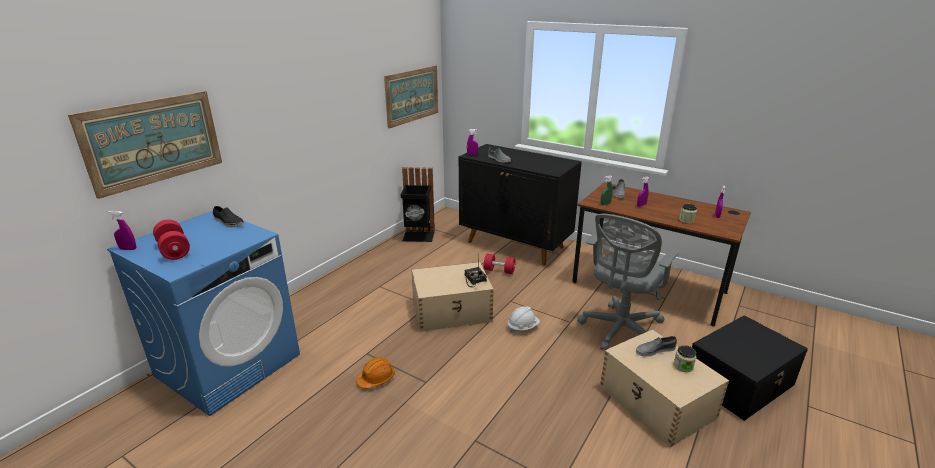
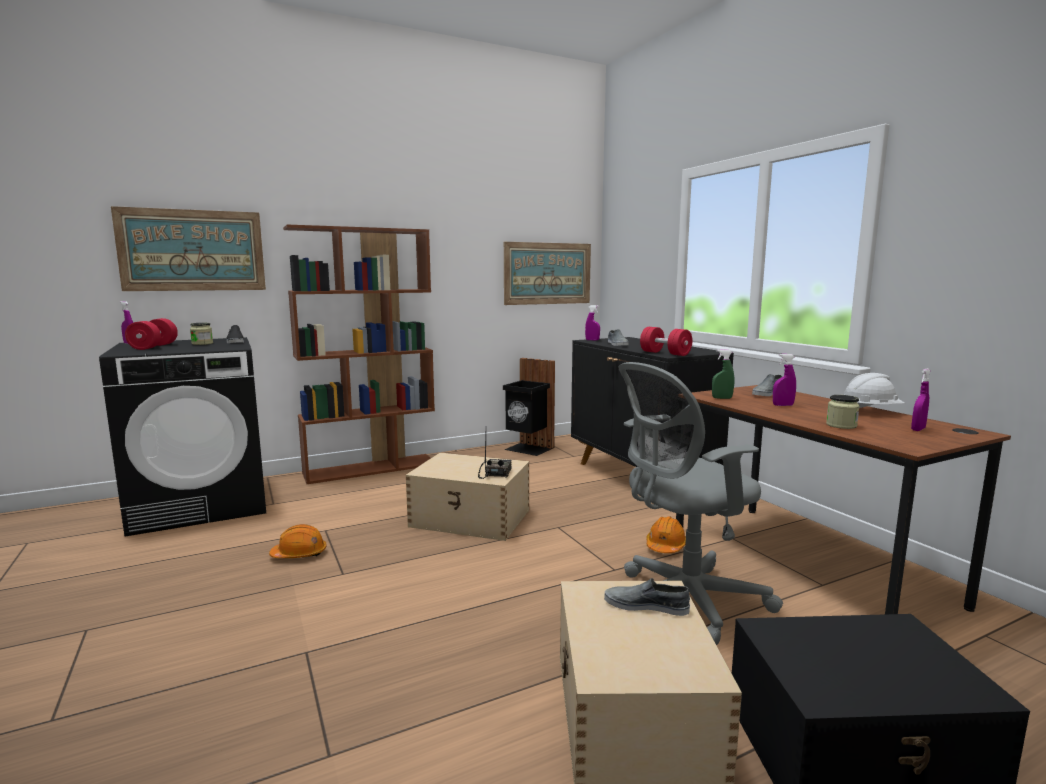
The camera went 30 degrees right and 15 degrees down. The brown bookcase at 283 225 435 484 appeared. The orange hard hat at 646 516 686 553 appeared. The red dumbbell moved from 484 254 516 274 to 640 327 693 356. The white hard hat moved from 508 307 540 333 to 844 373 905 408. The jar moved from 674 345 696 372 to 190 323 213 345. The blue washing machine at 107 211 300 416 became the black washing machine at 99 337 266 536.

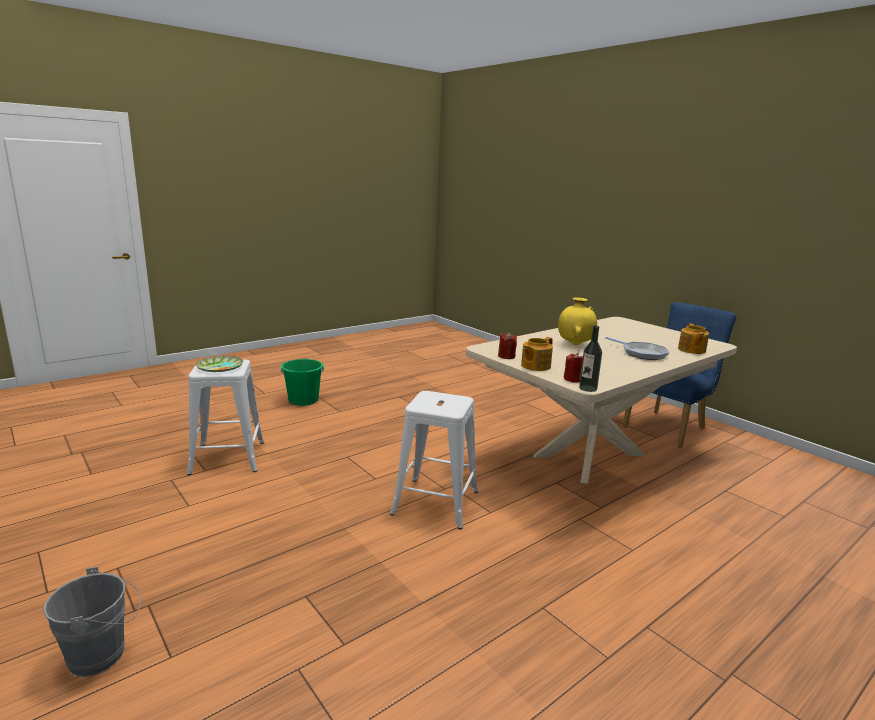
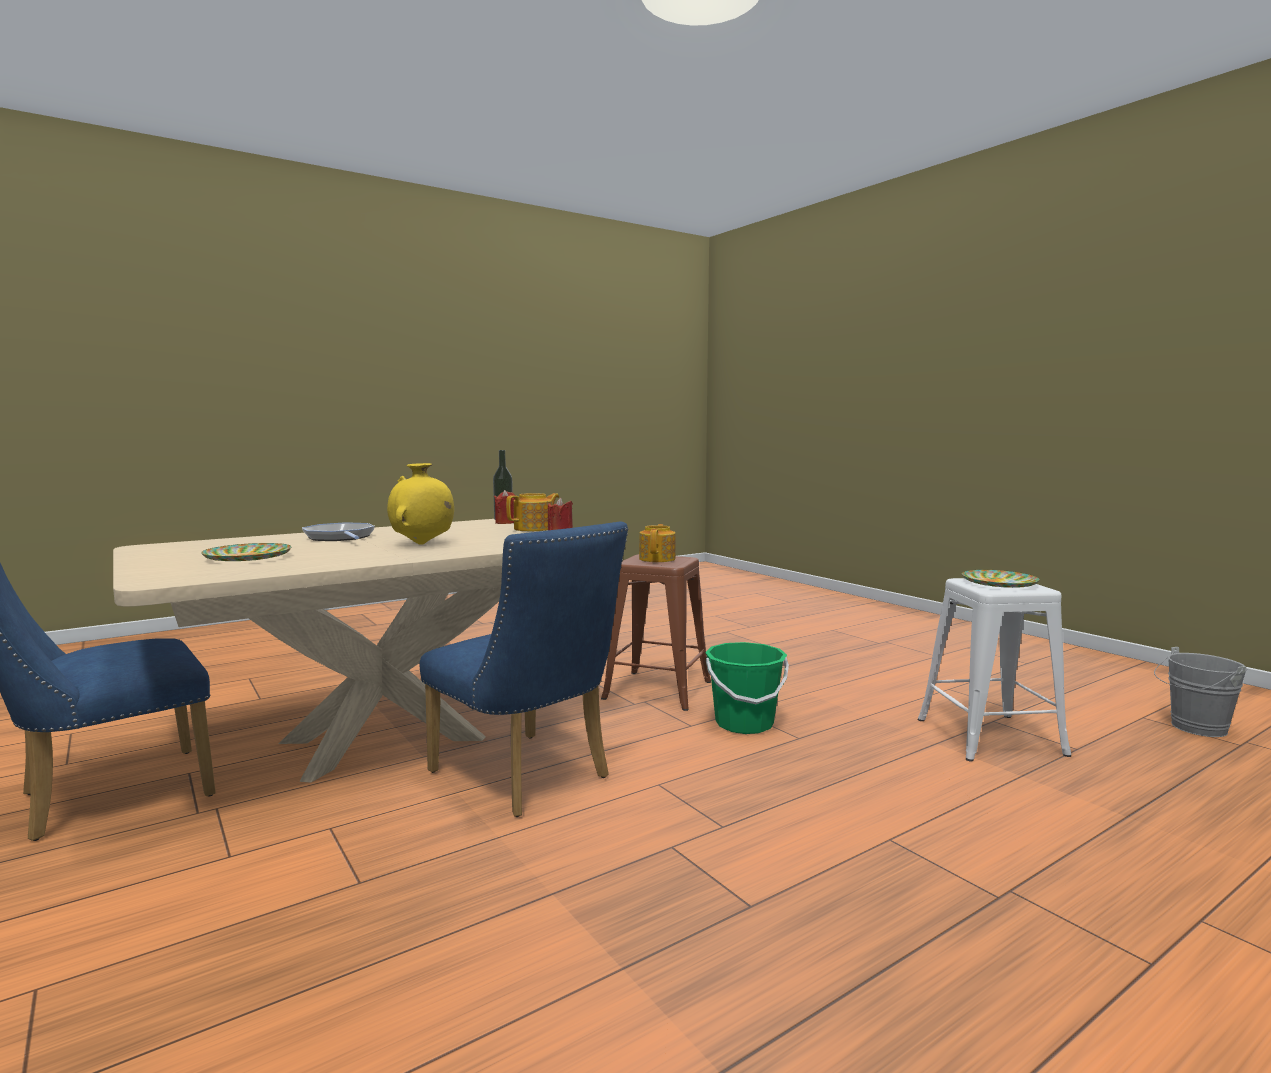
The camera went 175 degrees left and 10 degrees down. The plate at 201 543 291 561 appeared. The blue chair at 419 521 628 817 appeared. The grey bucket moved from 43 567 141 677 to 1154 647 1247 737. The green bucket moved from 280 359 324 406 to 705 642 789 734. The teapot moved from 678 323 709 354 to 639 524 675 562. The white stool at 390 391 478 529 became the brown stool at 601 554 711 711.

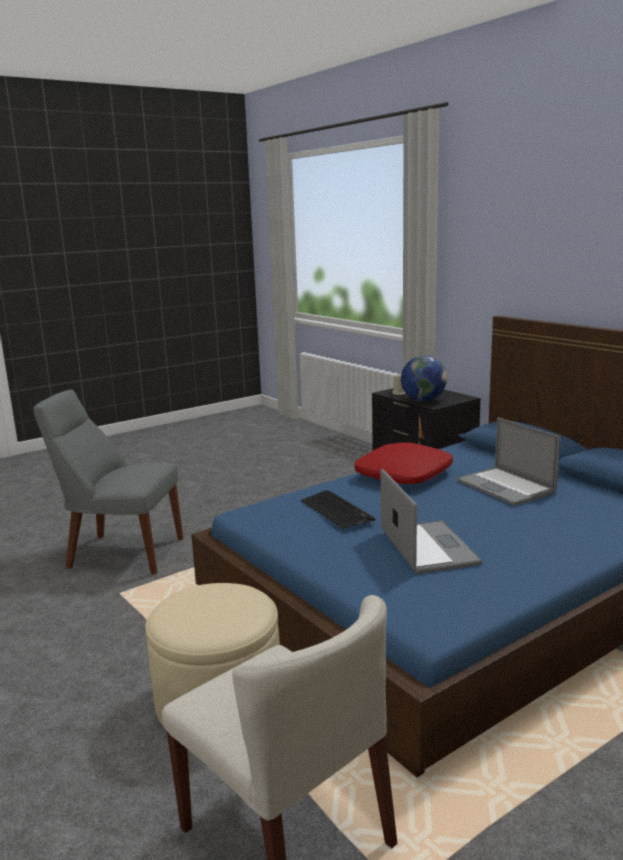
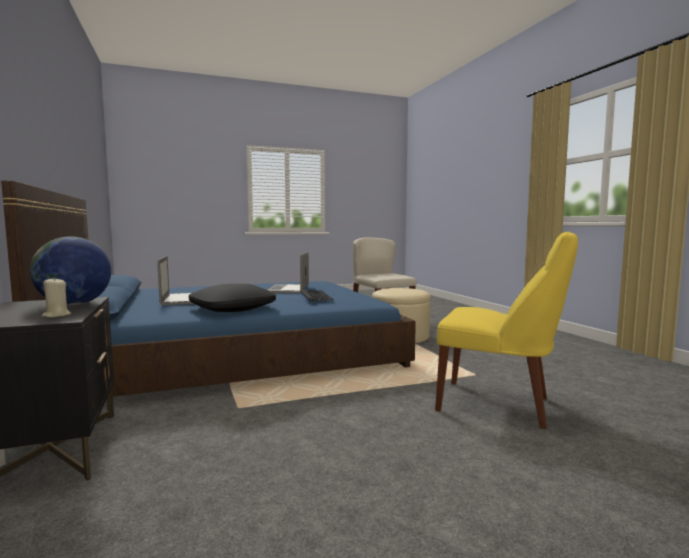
The camera went 165 degrees left and 10 degrees down. The grey chair at 33 389 183 575 became the yellow chair at 435 232 578 429. The red pillow at 355 442 453 484 became the black pillow at 189 284 276 312.

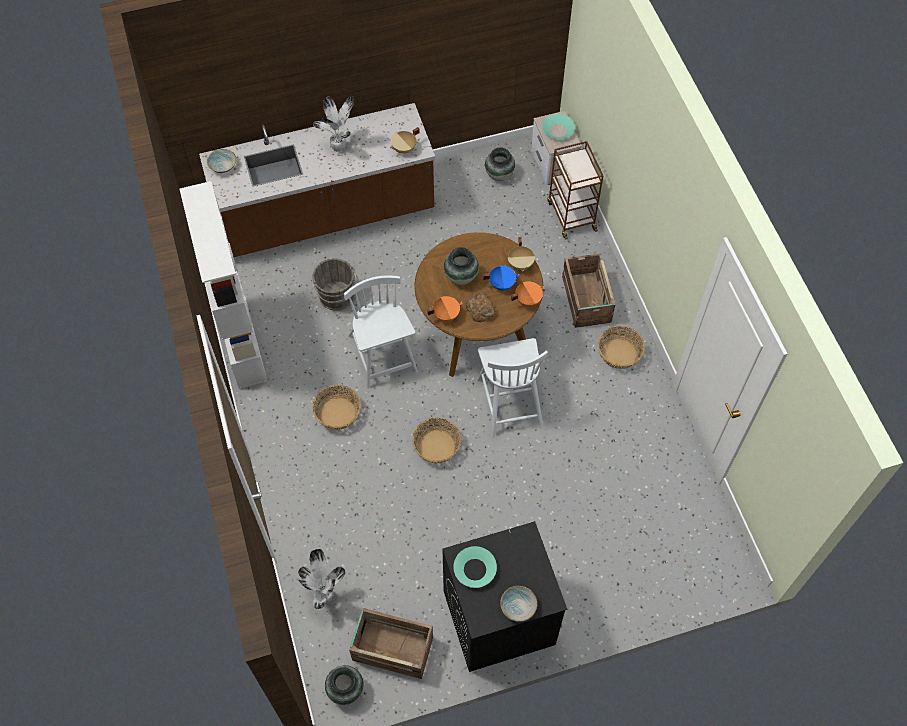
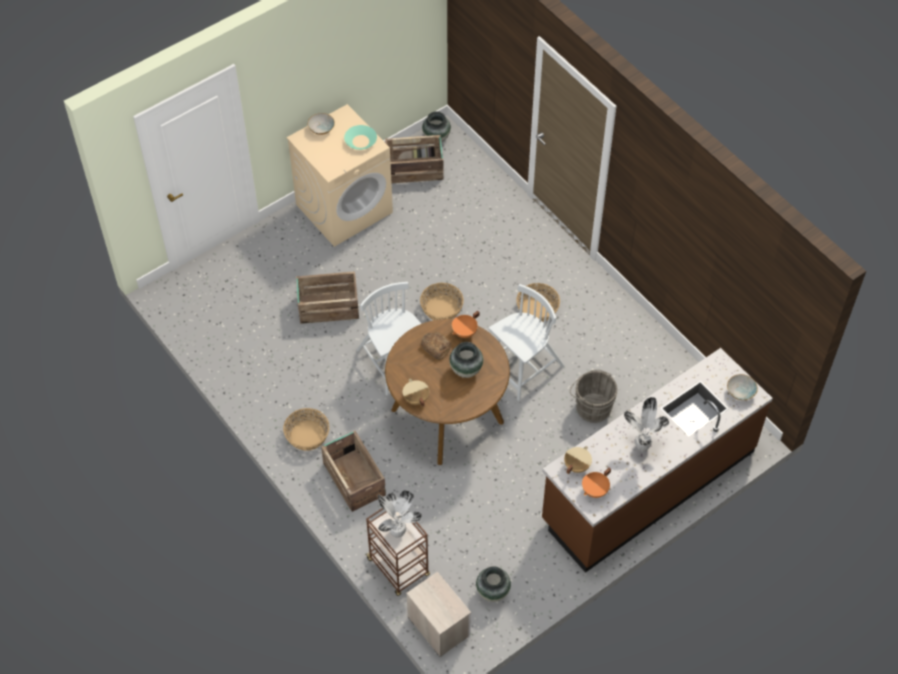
The camera went 160 degrees right and 5 degrees down. The white bookcase at 179 181 267 389 disappeared. The blue cooking pot at 483 265 520 291 disappeared. The turquoise bowl at 542 114 575 139 disappeared. The crate at 296 271 359 324 appeared. The potted plant moved from 298 549 346 609 to 378 490 422 538. The orange cooking pot moved from 511 281 545 307 to 582 468 611 498. The black washing machine at 443 521 567 672 became the beige washing machine at 286 104 393 247. The white chair at 344 276 418 389 turned 90 degrees counterclockwise.

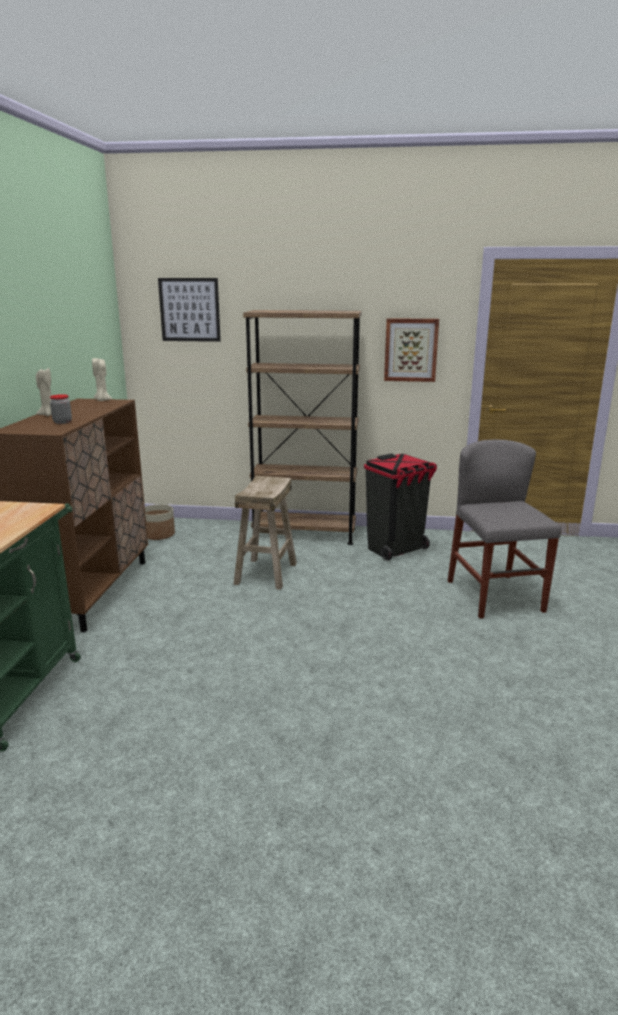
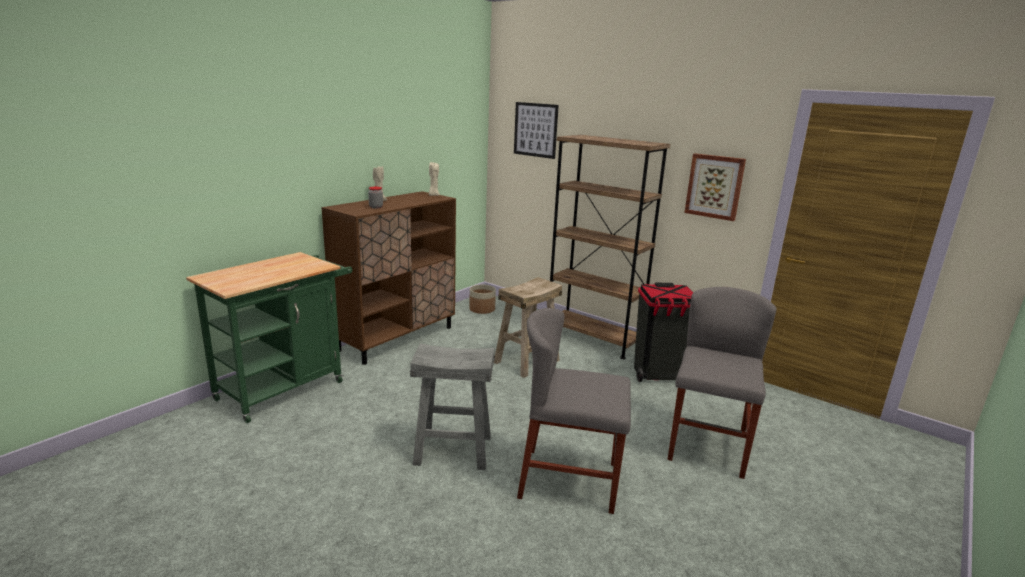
The camera went 30 degrees right and 0 degrees up. The grey stool at 410 343 495 470 appeared. The grey chair at 517 308 631 514 appeared.

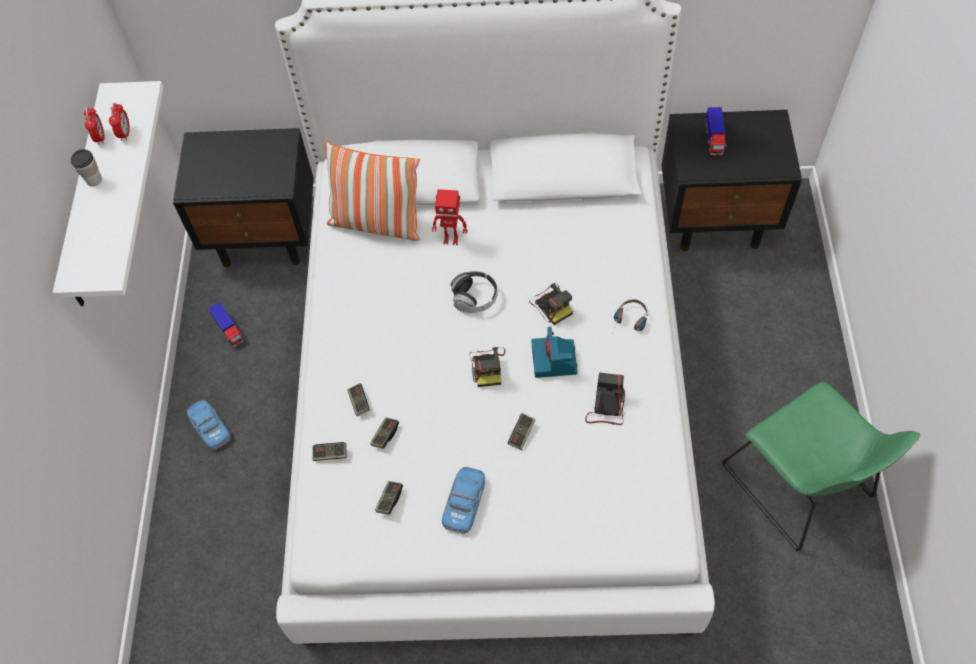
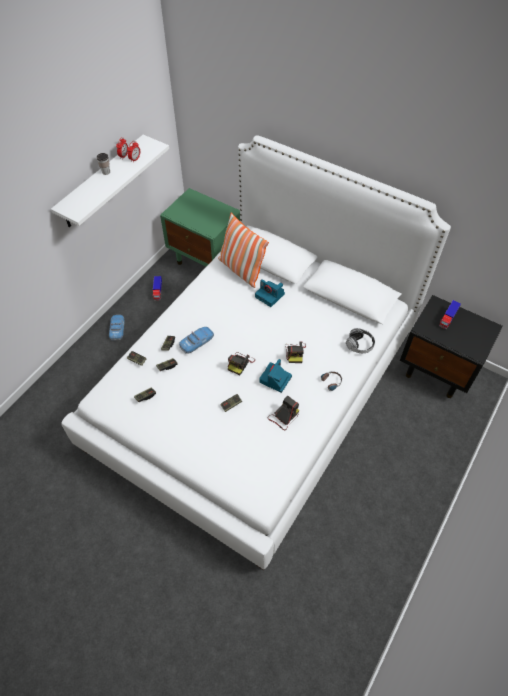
The camera went 30 degrees right and 5 degrees down. The green chair at 722 382 920 551 disappeared. The toy car moved from 442 467 485 534 to 179 327 214 354. The headphones moved from 450 271 498 313 to 346 328 375 353. The toy robot at 432 189 468 245 was replaced by the photo camera at 255 279 285 307. The black nightstand at 173 128 314 267 became the green nightstand at 160 188 240 267.

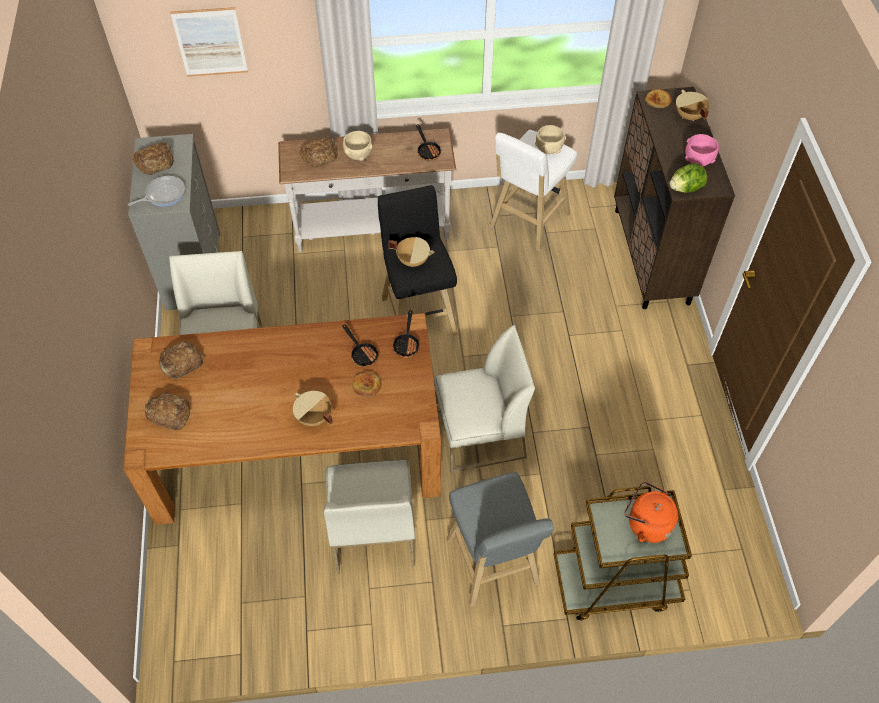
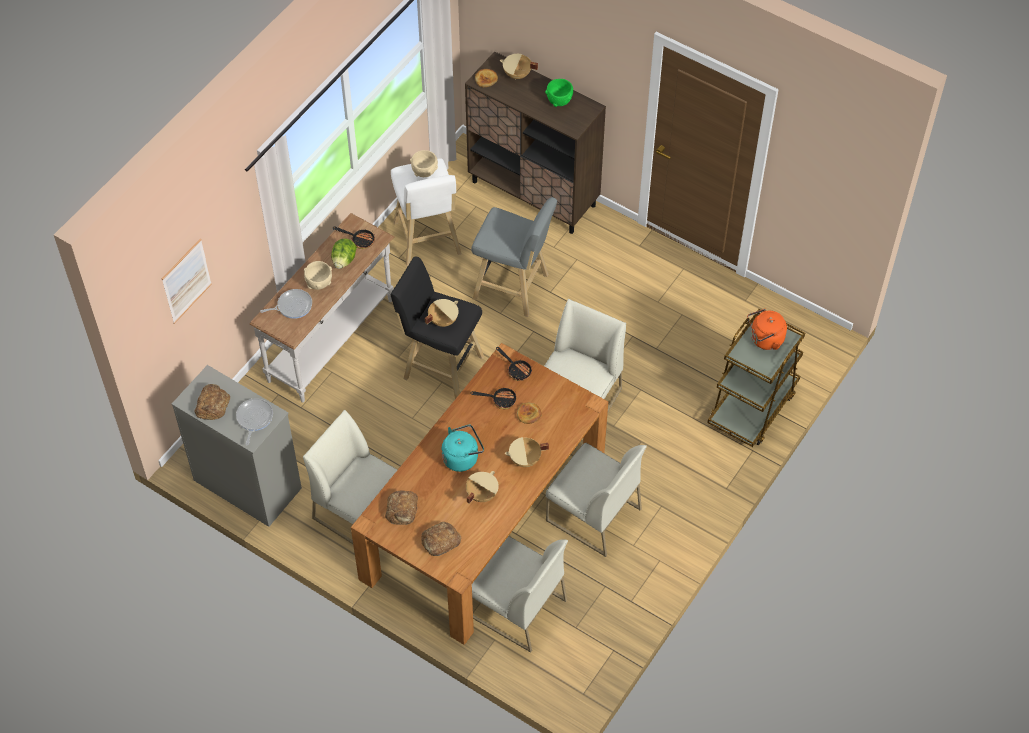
The camera went 50 degrees left and 0 degrees up. The turquoise kettle at 442 424 484 472 appeared. The beige cooking pot at 466 471 499 504 appeared. The white chair at 472 536 568 653 appeared. The grey stool moved from 446 472 554 606 to 471 197 557 317. The lettuce moved from 670 163 707 193 to 331 238 357 269. The bread at 299 137 338 167 was replaced by the frying pan at 260 289 312 319. The pink bowl at 685 134 719 167 became the green bowl at 545 79 573 107.

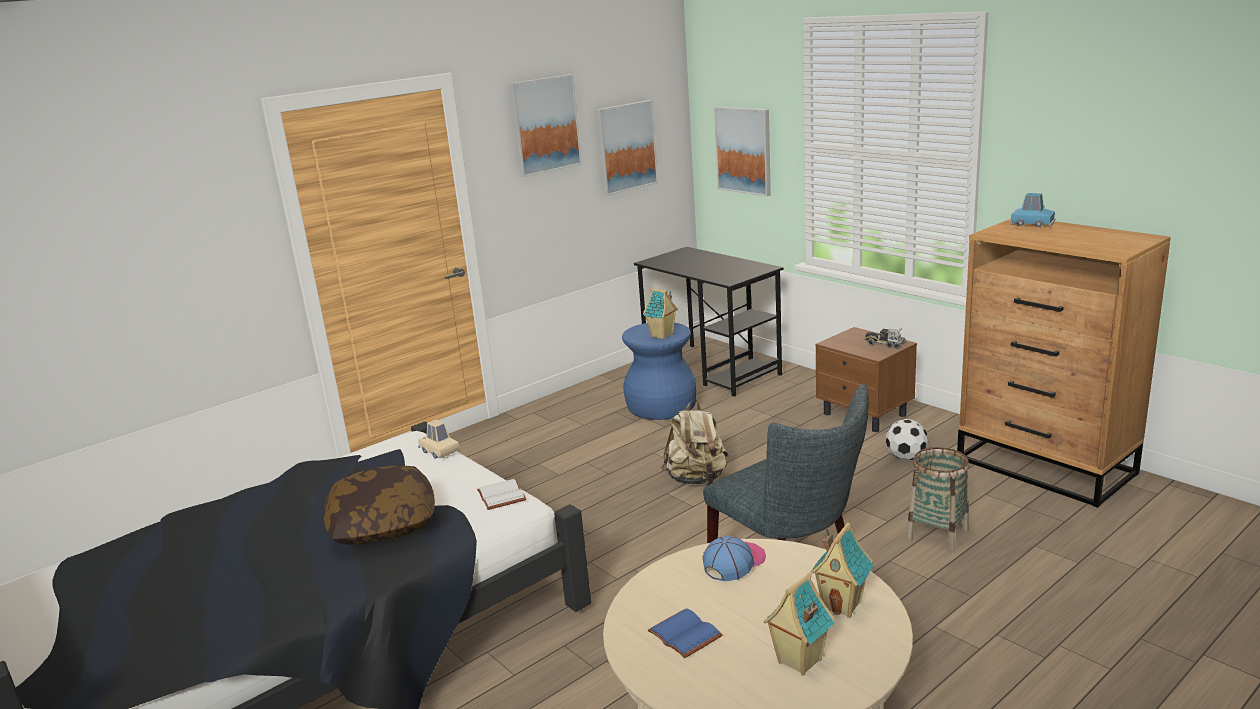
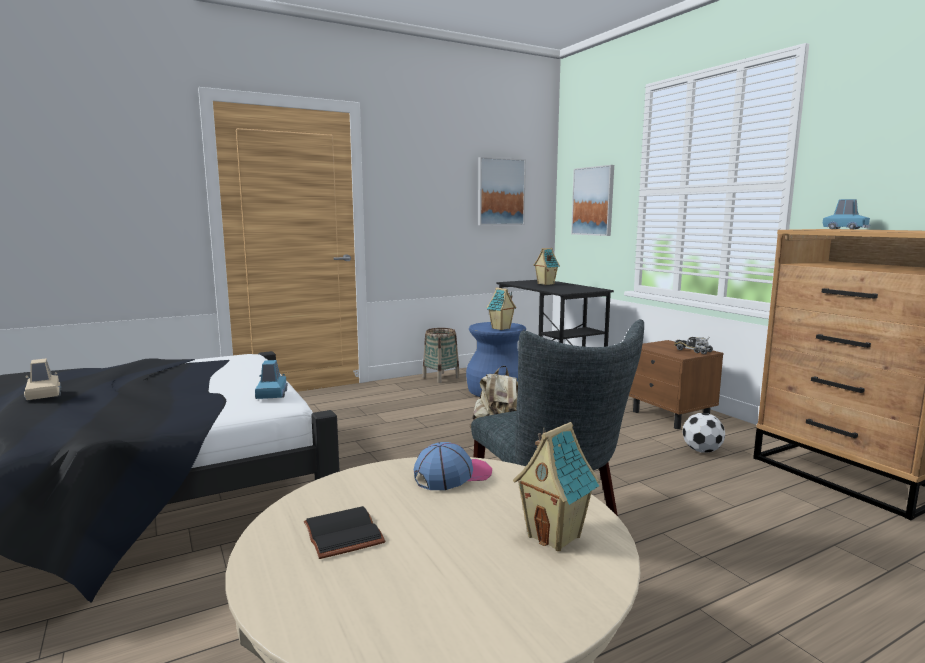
The camera went 10 degrees right and 10 degrees down. The pillow at 324 466 435 545 disappeared. The picture at 509 74 582 177 disappeared. The beige toy car moved from 418 419 459 459 to 24 359 61 401. The toy house moved from 763 573 835 676 to 533 248 560 285. The basket moved from 906 447 969 551 to 422 328 460 383. The white book at 477 479 526 510 was replaced by the blue toy car at 255 360 288 399. The blue book at 648 608 723 658 became the black book at 304 506 385 559.

